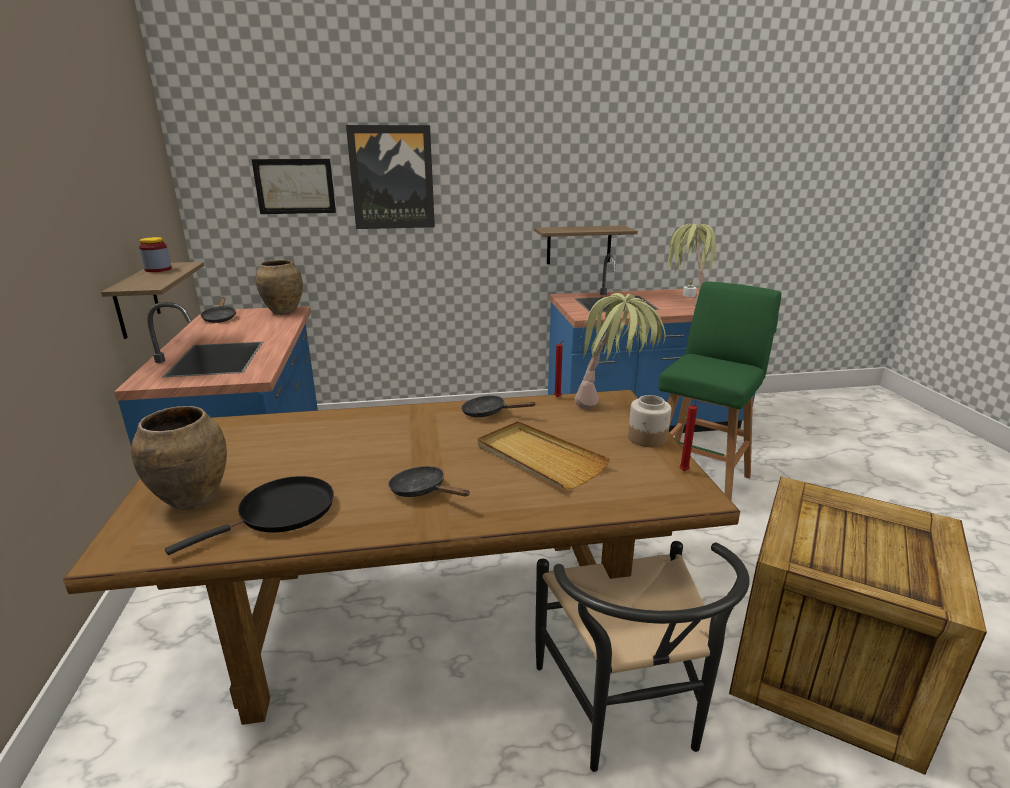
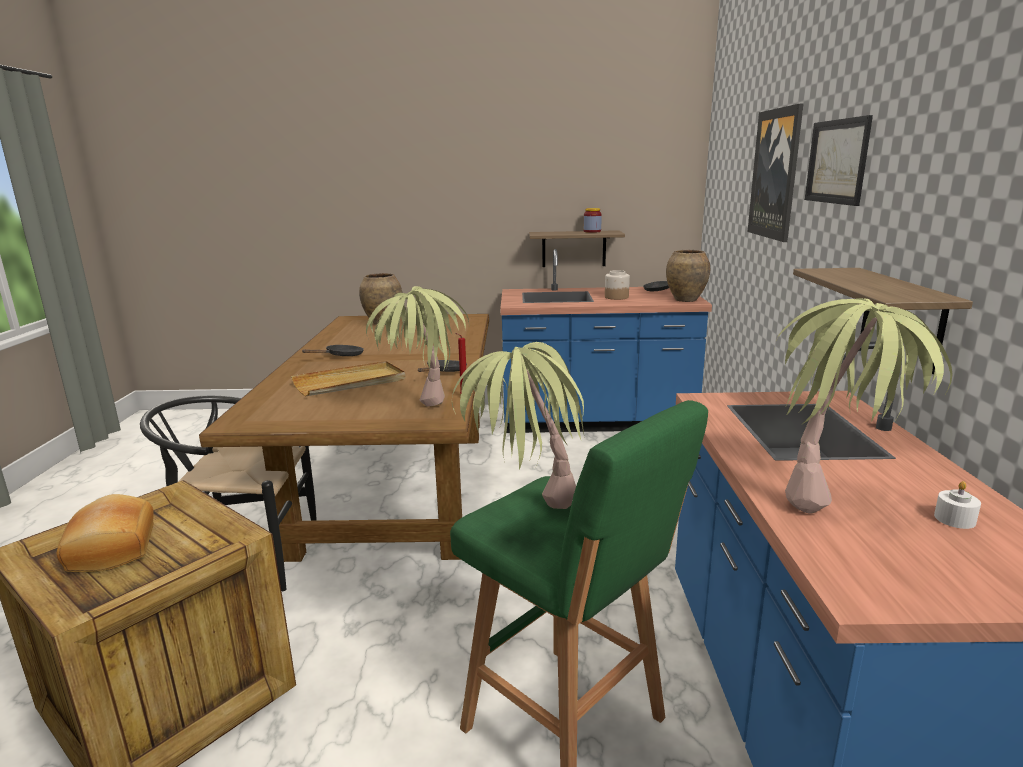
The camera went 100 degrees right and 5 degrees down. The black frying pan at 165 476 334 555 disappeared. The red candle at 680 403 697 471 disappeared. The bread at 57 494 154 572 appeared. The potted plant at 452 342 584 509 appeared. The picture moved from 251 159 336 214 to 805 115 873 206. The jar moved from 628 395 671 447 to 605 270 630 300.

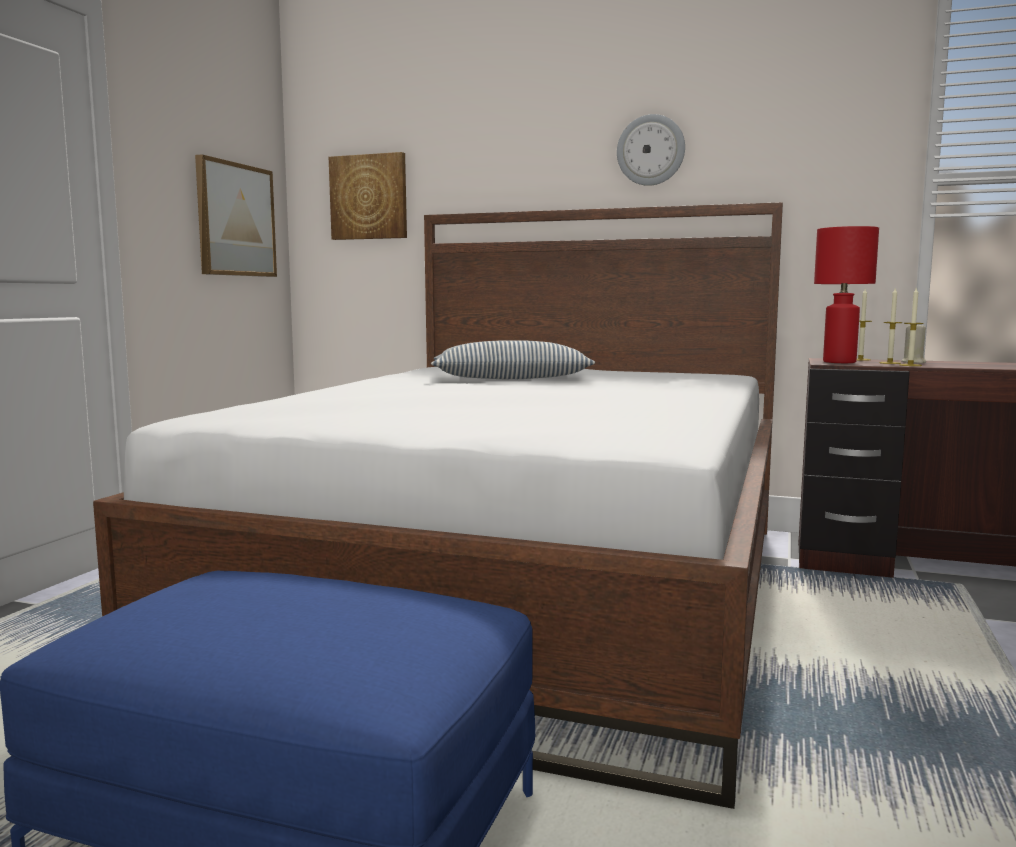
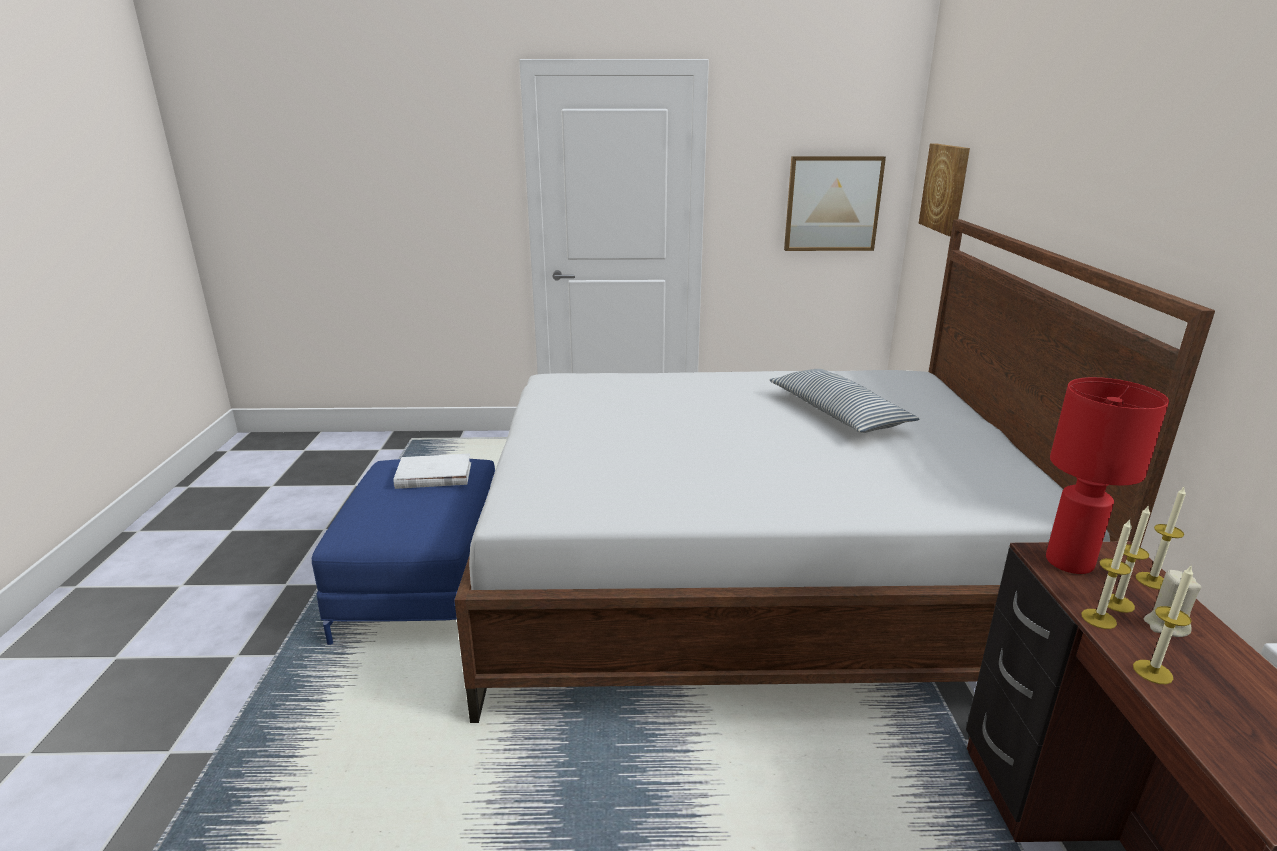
The camera went 70 degrees right and 15 degrees up. The wall clock at 617 114 685 186 disappeared. The white book at 394 453 471 489 appeared. The candle at 1133 564 1193 684 appeared.

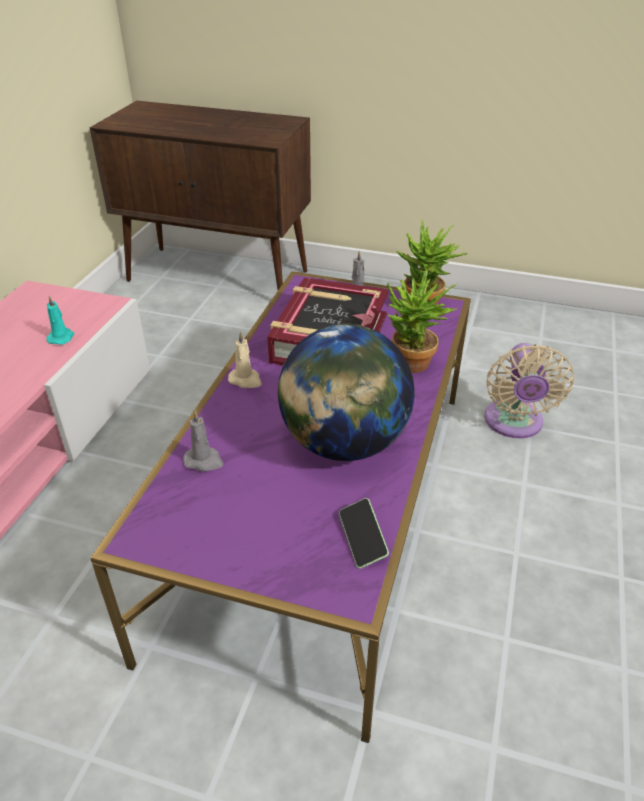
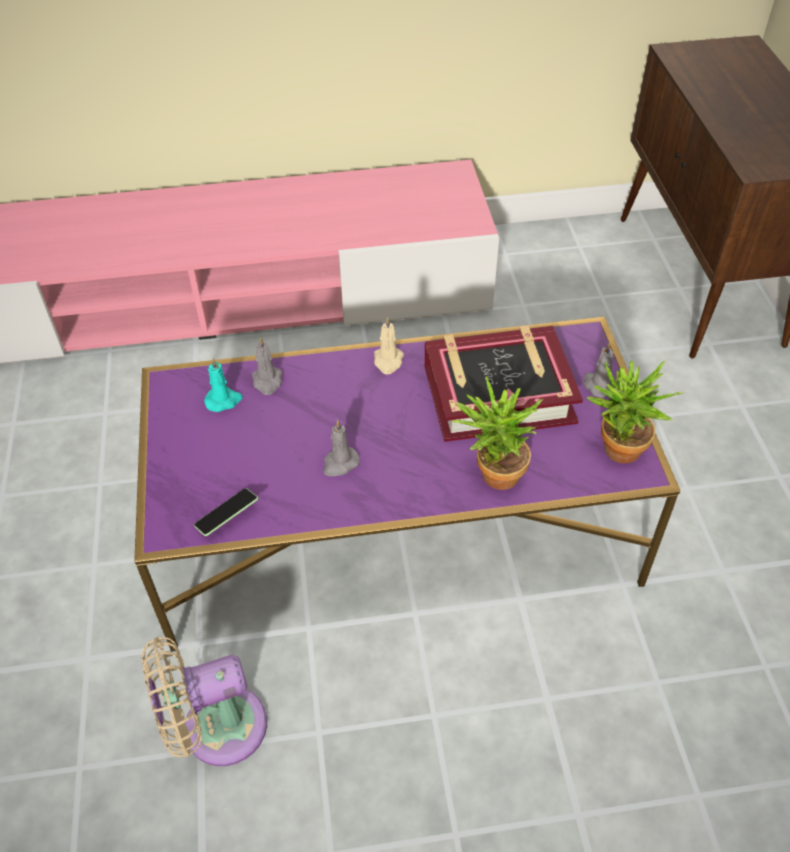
The camera went 65 degrees right and 10 degrees up. The turquoise candle moved from 46 296 74 345 to 204 358 243 412. The beige fan moved from 485 343 574 439 to 142 637 267 766. The globe at 278 324 414 461 was replaced by the grey candle at 323 420 360 476.

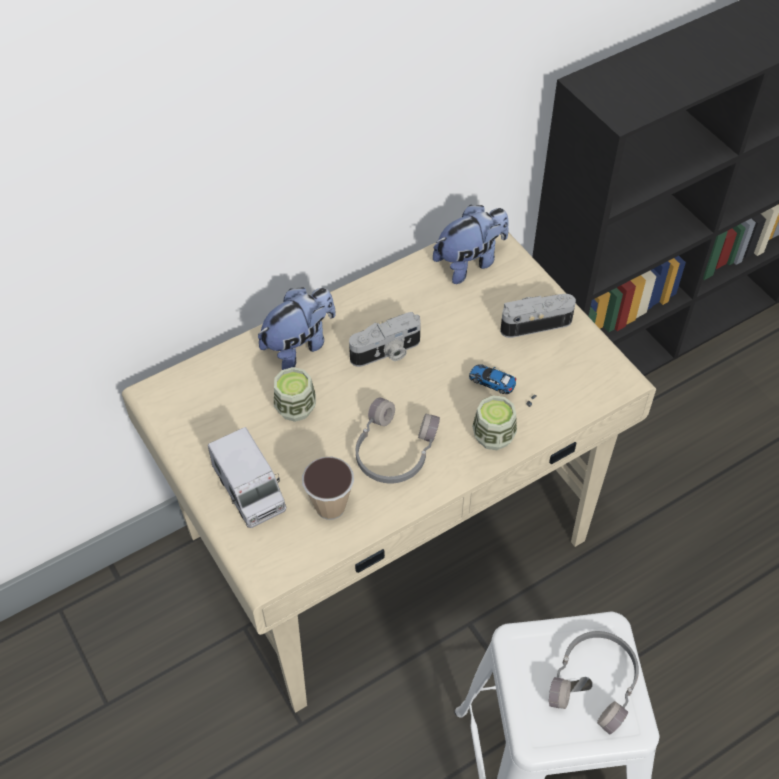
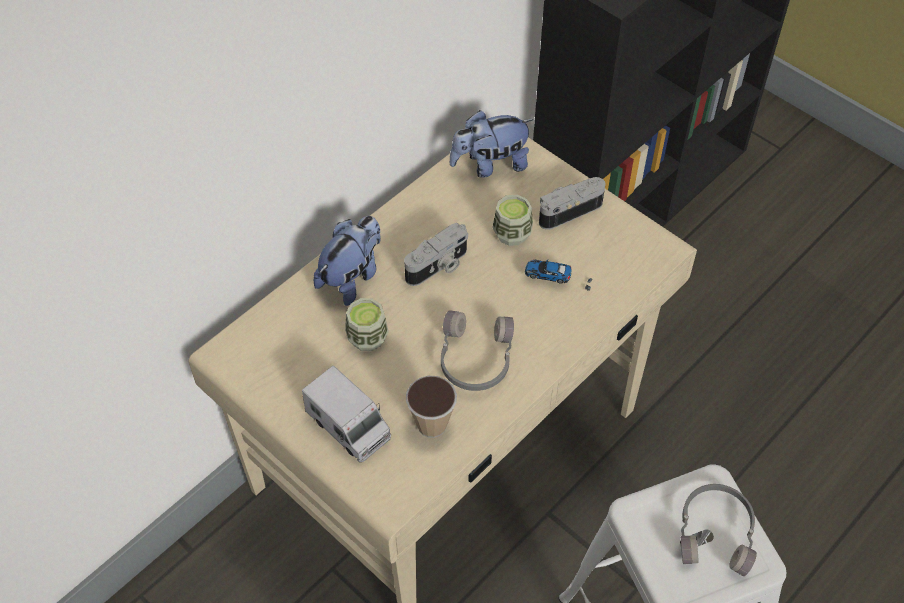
The camera went 15 degrees left and 0 degrees up. The cup moved from 472 395 517 450 to 492 195 533 246. The plush toy at 433 204 509 284 turned 150 degrees counterclockwise.

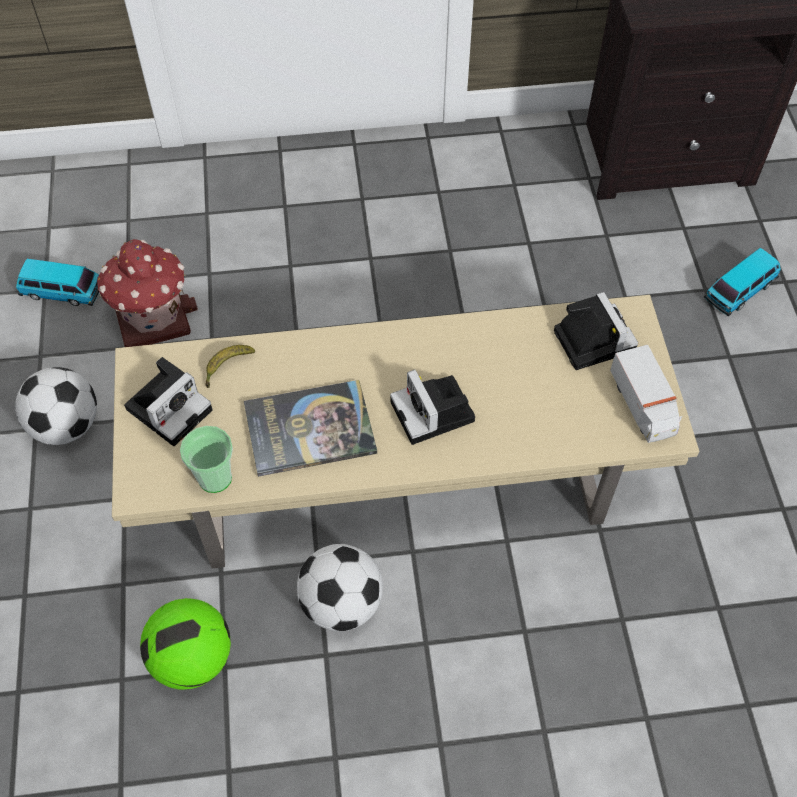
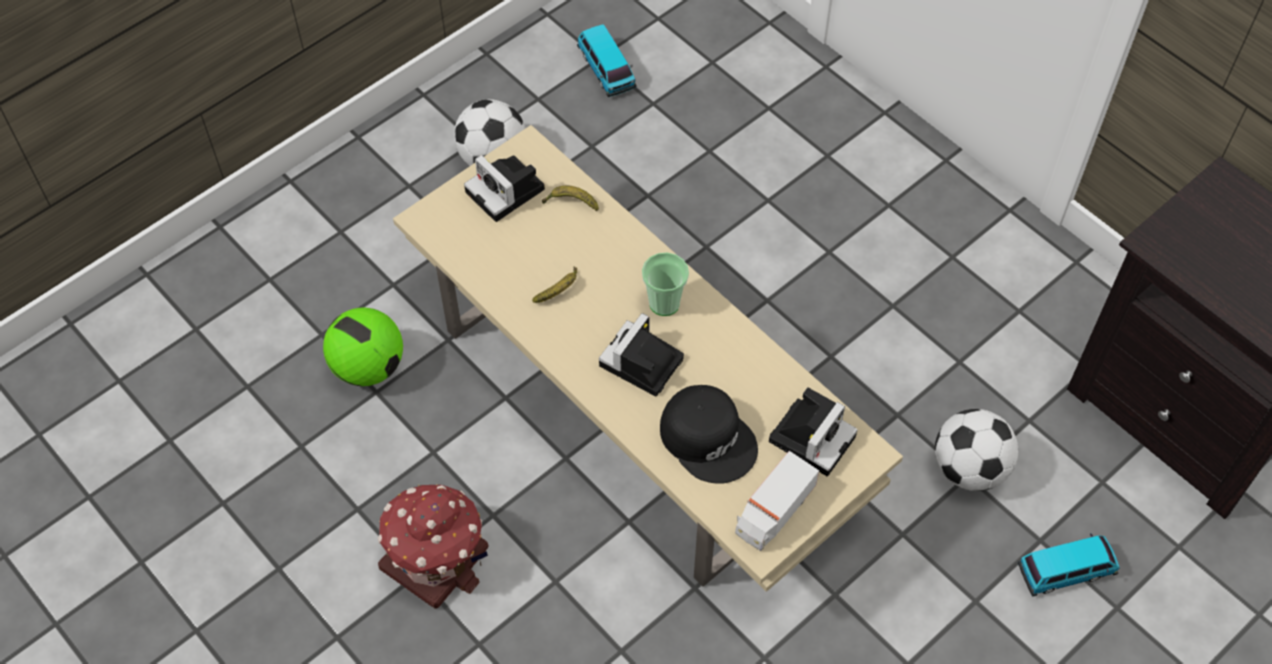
The camera went 55 degrees right and 0 degrees up. The black cap at 660 385 758 484 appeared. The toy house moved from 97 239 198 347 to 378 485 489 609. The cup moved from 180 426 233 493 to 642 252 689 316. The football moved from 297 544 383 631 to 935 409 1018 491. The book at 244 380 377 477 was replaced by the banana at 532 267 577 303. The photo camera at 124 357 212 446 turned 45 degrees clockwise. The toy car at 704 248 781 317 turned 150 degrees clockwise.

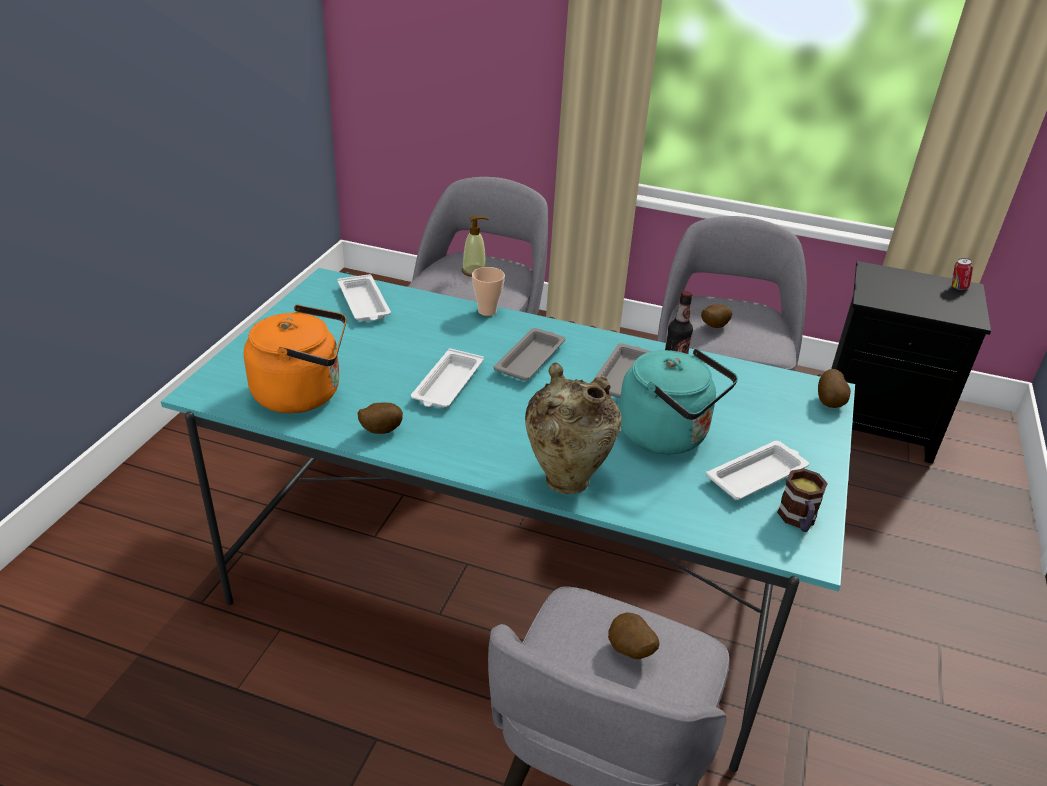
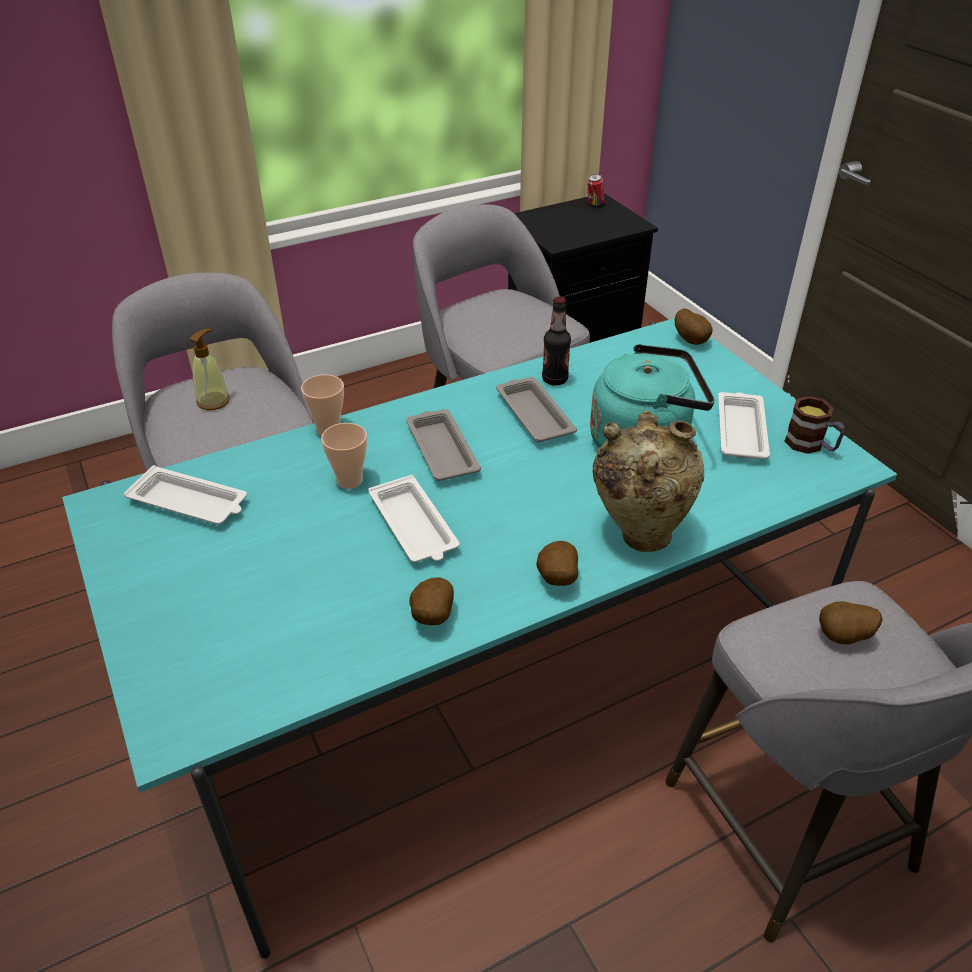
The camera went 45 degrees left and 5 degrees up. The orange kettle at 244 304 346 413 disappeared. The cup at 321 423 367 489 appeared. The potato moved from 701 304 732 328 to 536 541 578 586.

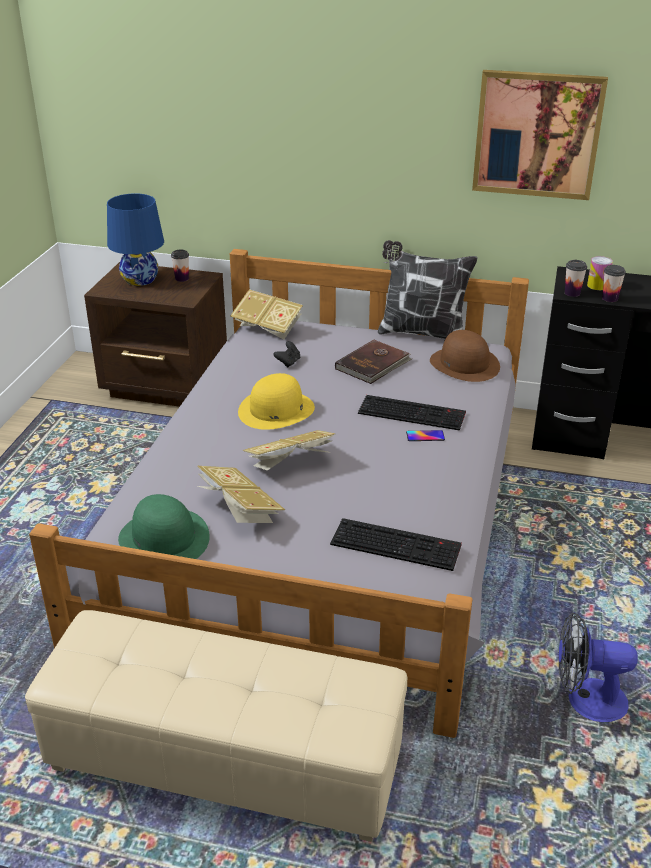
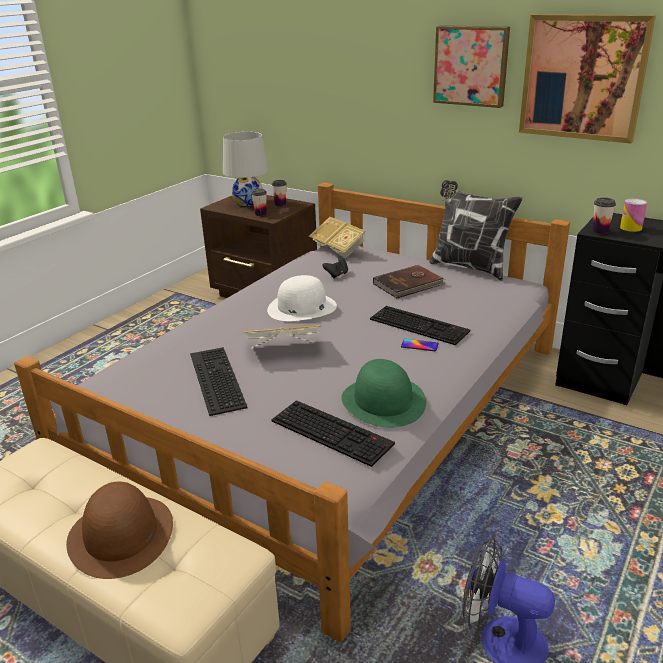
The camera went 20 degrees right and 5 degrees down. The picture at 433 25 510 108 appeared. The green hat moved from 118 494 210 559 to 341 359 426 428. The brown hat moved from 430 330 500 382 to 66 482 173 579. The cup moved from 602 265 626 302 to 251 189 267 216. The book at 197 466 285 523 was replaced by the keyboard at 190 347 248 416. The blue table lamp at 107 193 164 286 became the white table lamp at 223 132 268 206. The yellow hat at 238 373 315 430 became the white hat at 267 275 337 321.

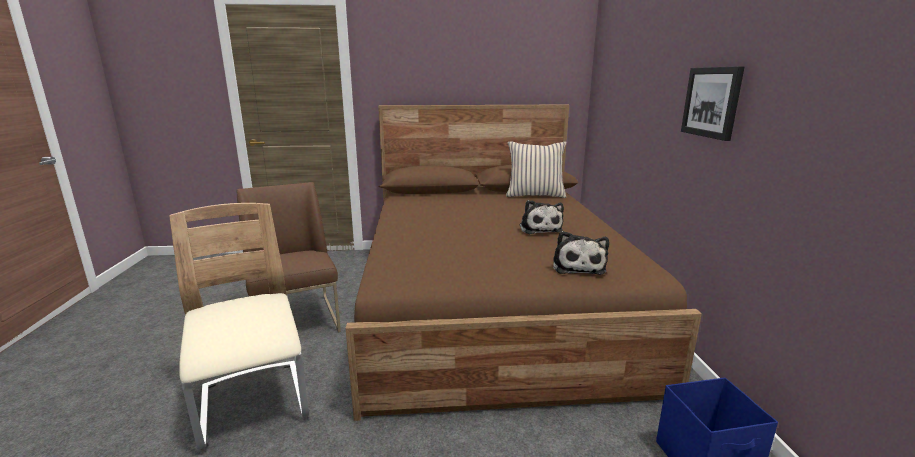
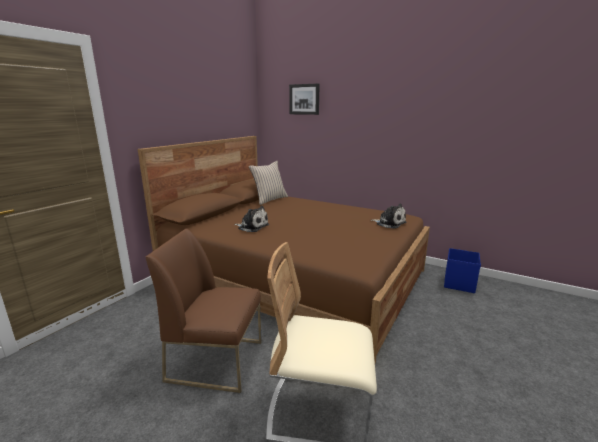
The camera went 55 degrees left and 0 degrees up. The plush toy moved from 519 200 564 234 to 234 206 269 232. The picture moved from 681 66 745 141 to 289 84 319 115.

